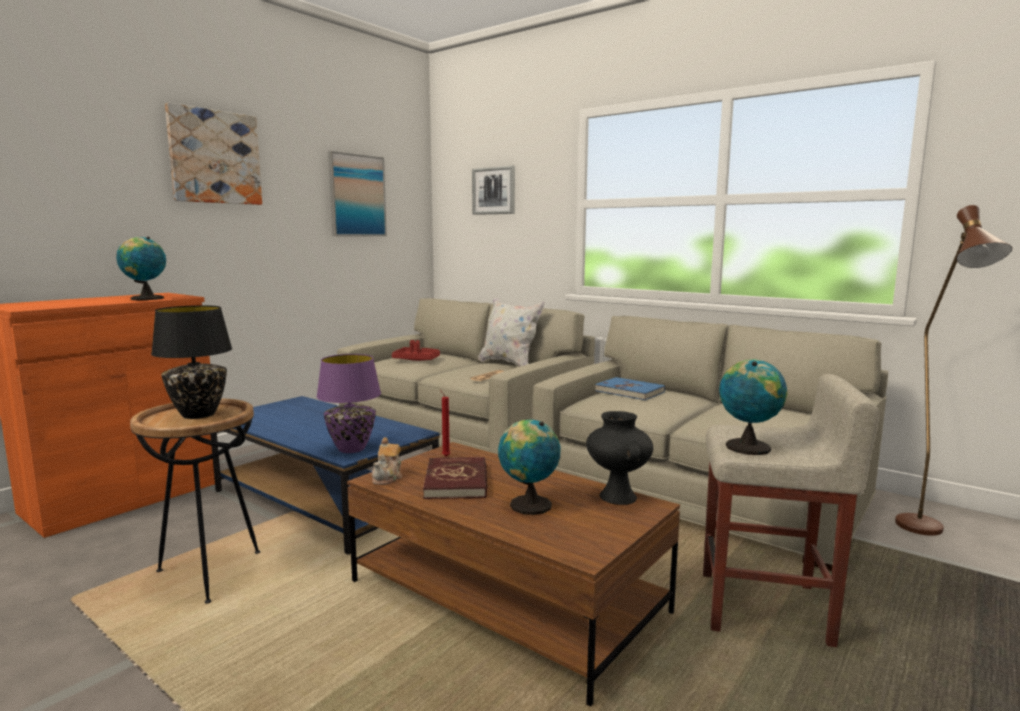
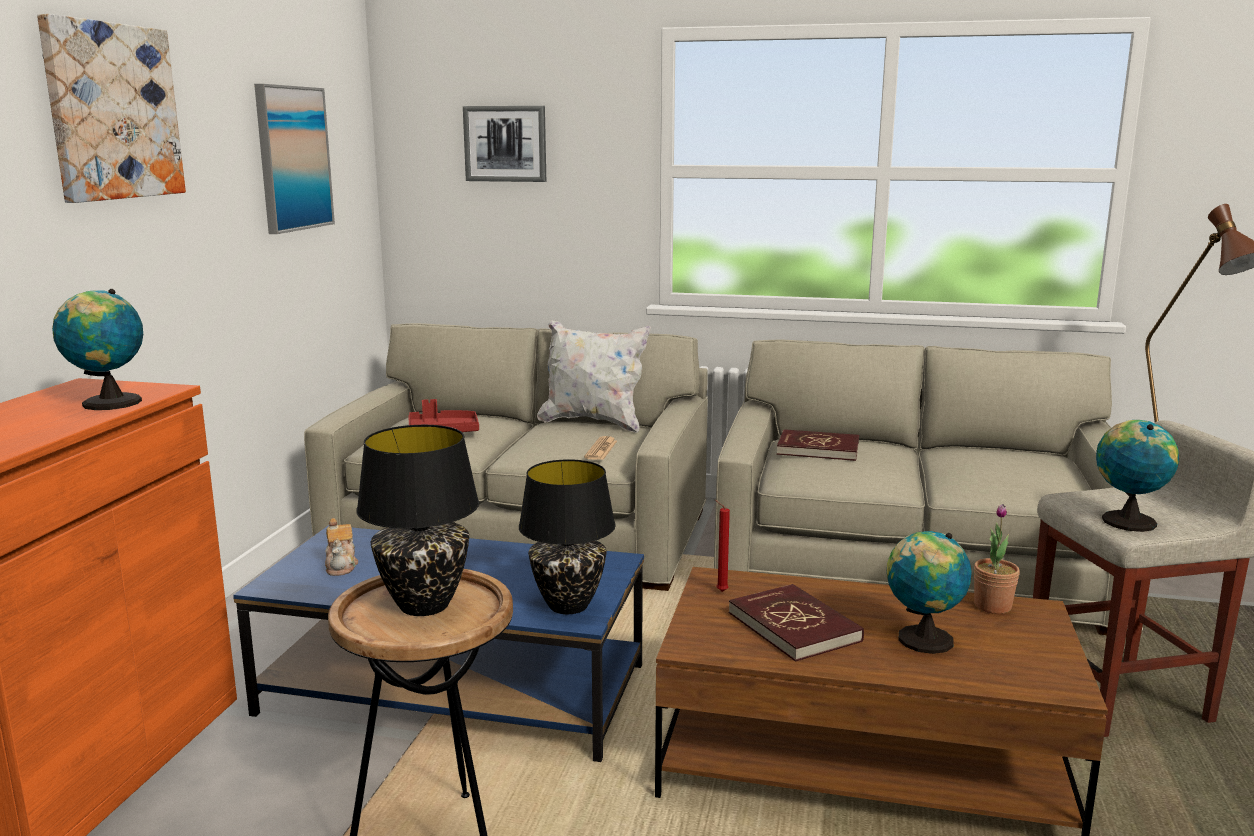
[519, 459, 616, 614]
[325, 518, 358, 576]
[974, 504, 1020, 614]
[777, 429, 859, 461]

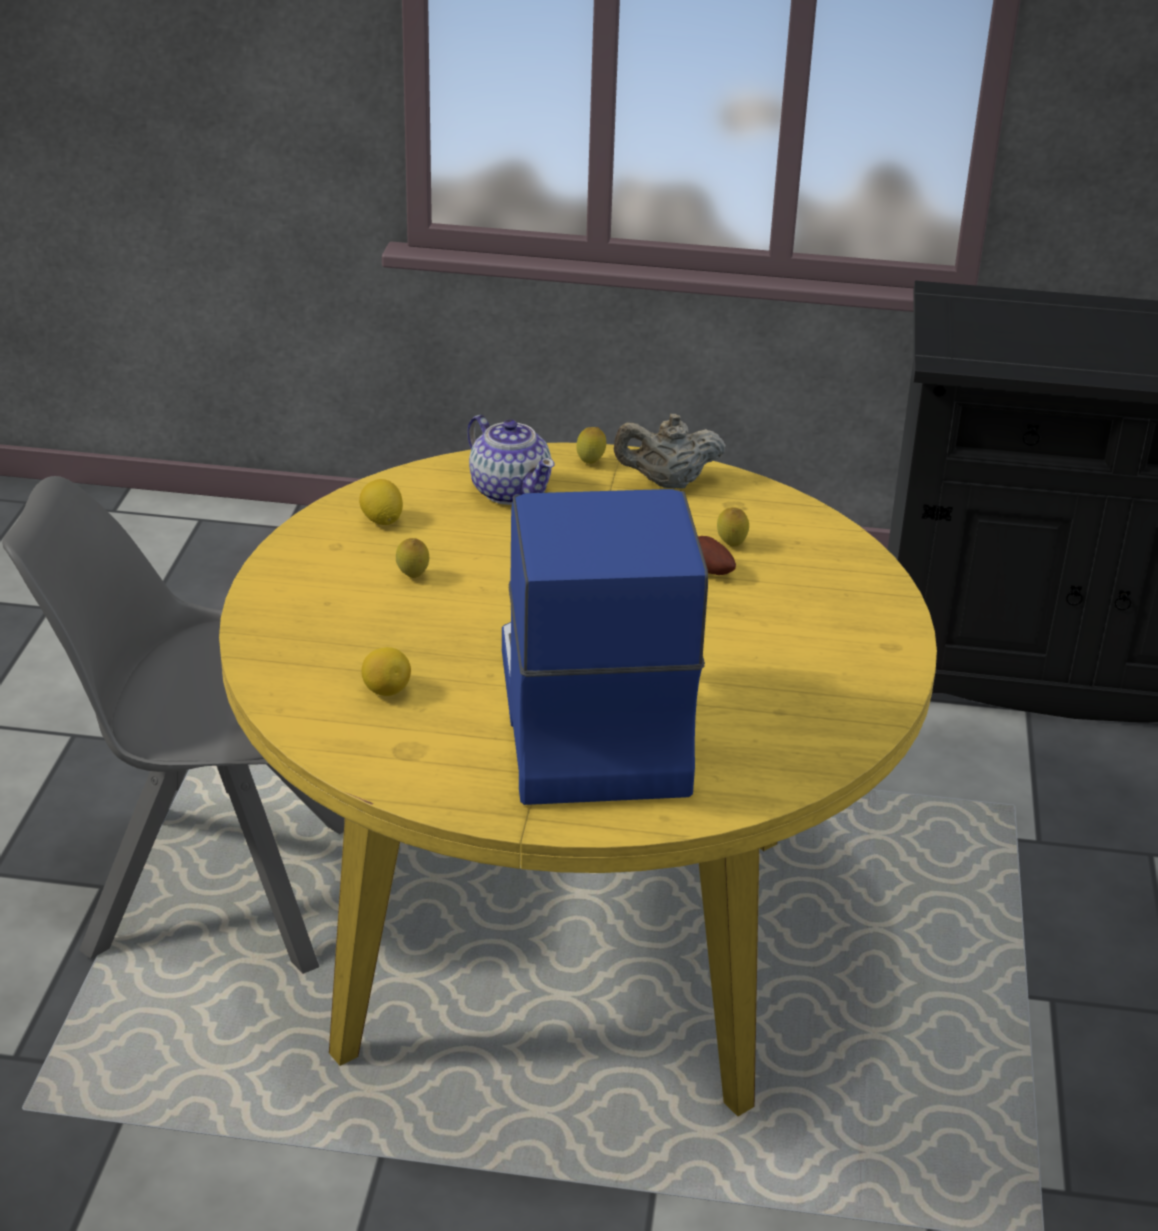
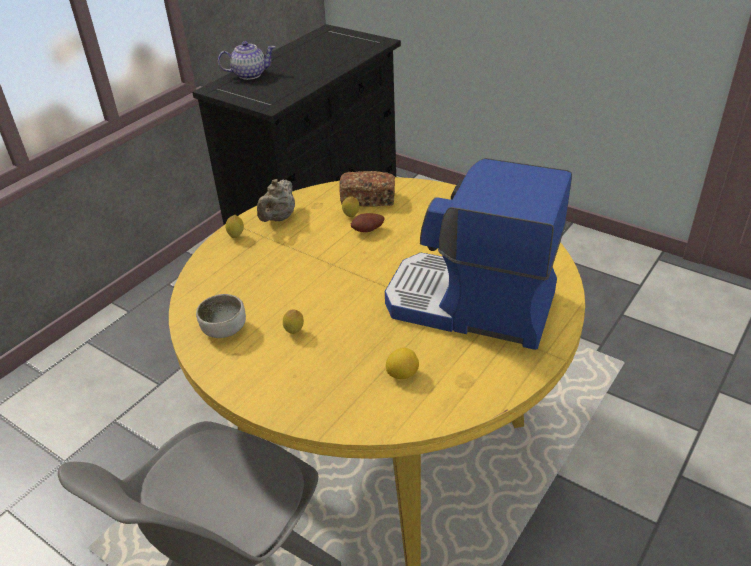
[196, 294, 246, 338]
[218, 41, 275, 80]
[339, 171, 395, 207]

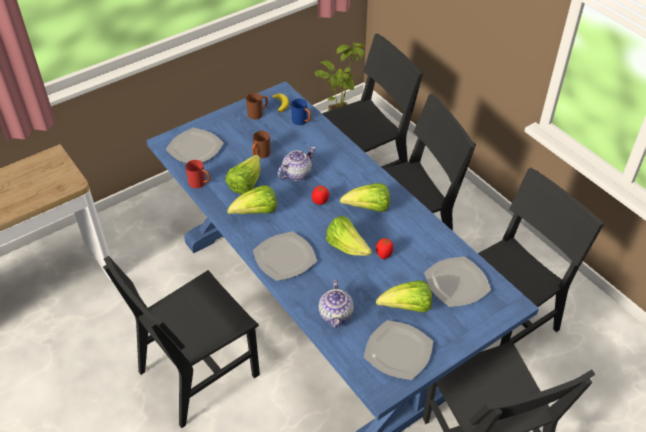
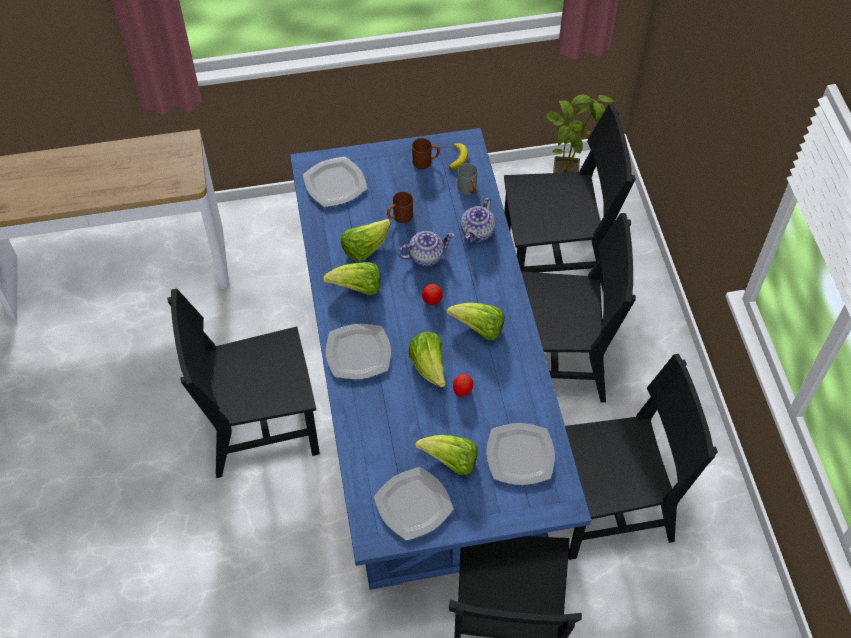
[185, 160, 210, 188] (first image)
[458, 163, 478, 195]
[461, 198, 495, 243]

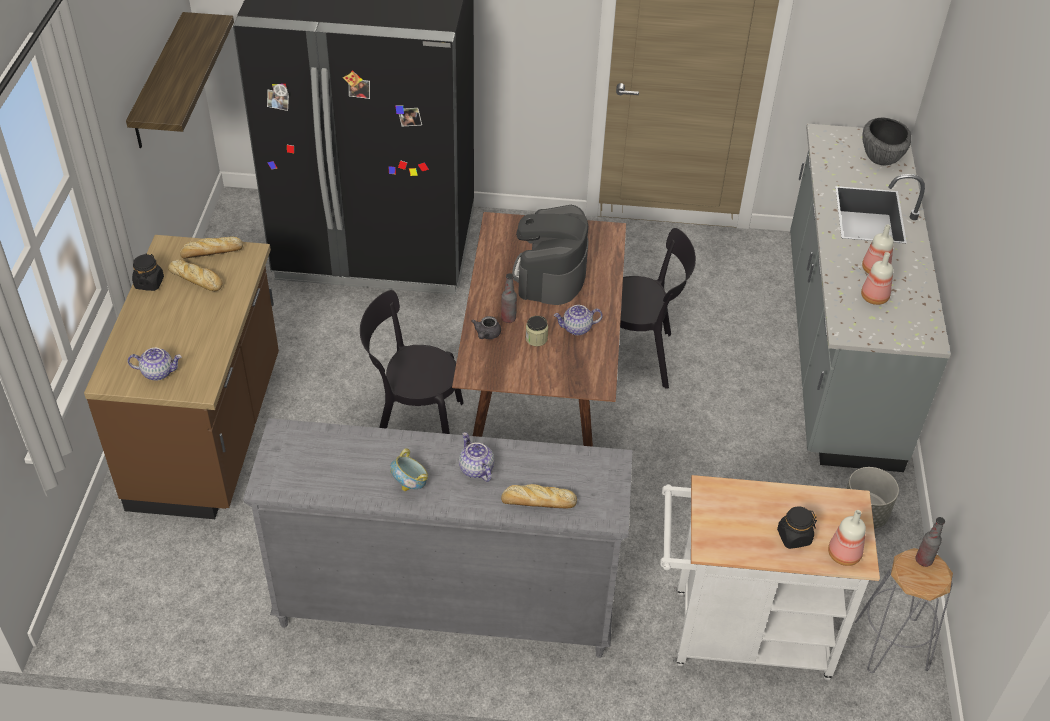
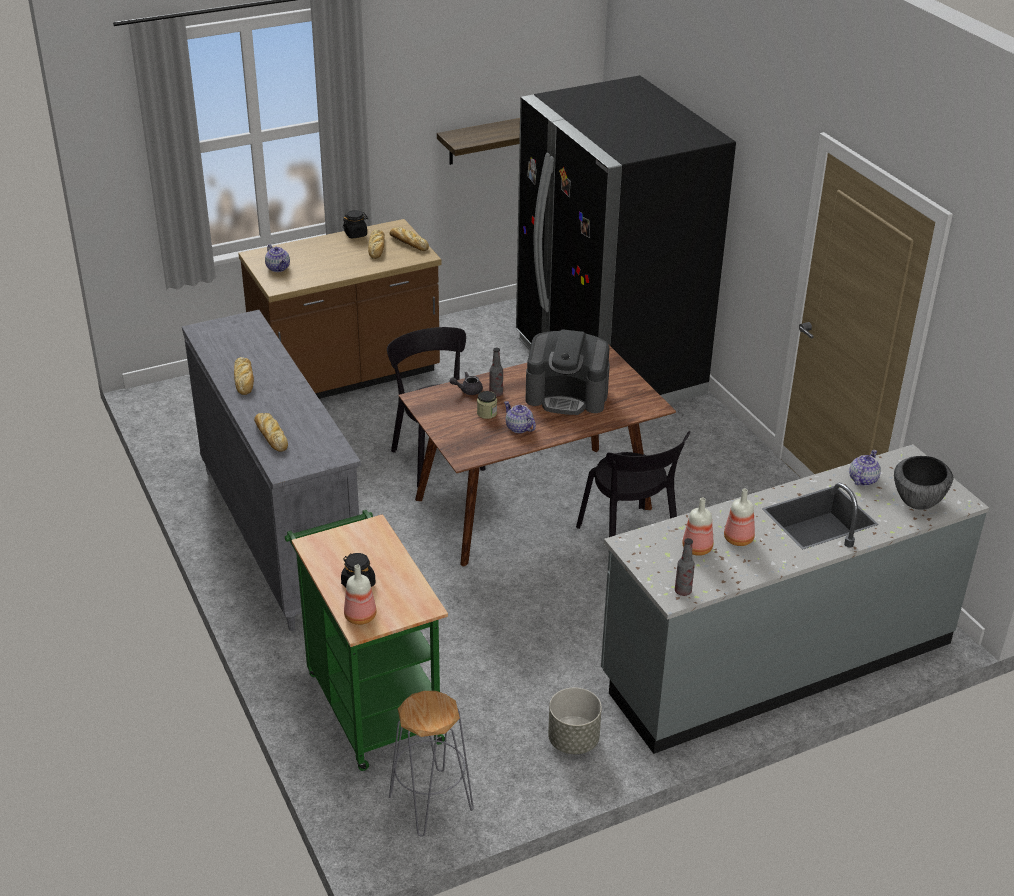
[234, 357, 254, 395]
[849, 450, 881, 486]
[526, 329, 610, 415]
[285, 510, 448, 771]
[675, 538, 695, 596]

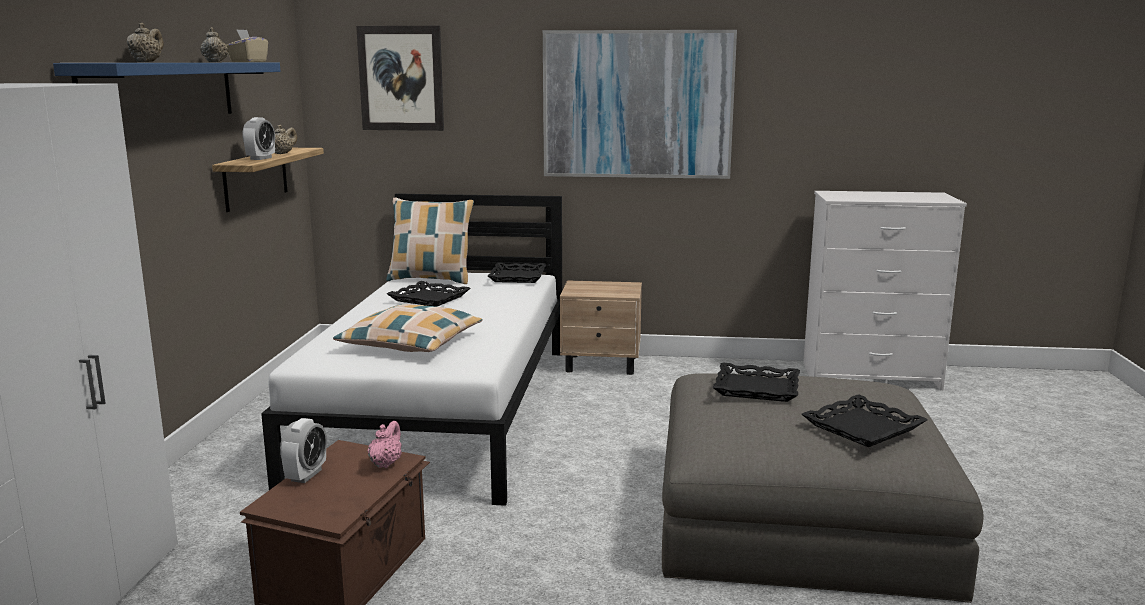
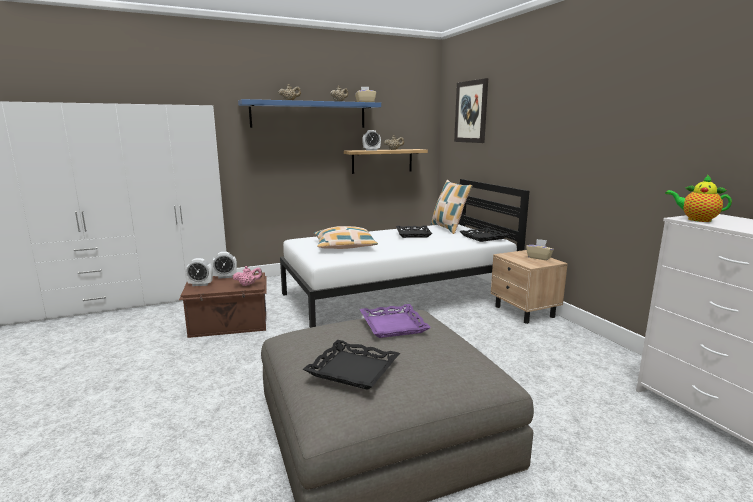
[543, 30, 737, 179] (first image)
[360, 304, 431, 338]
[185, 258, 213, 286]
[526, 239, 554, 260]
[665, 175, 732, 222]

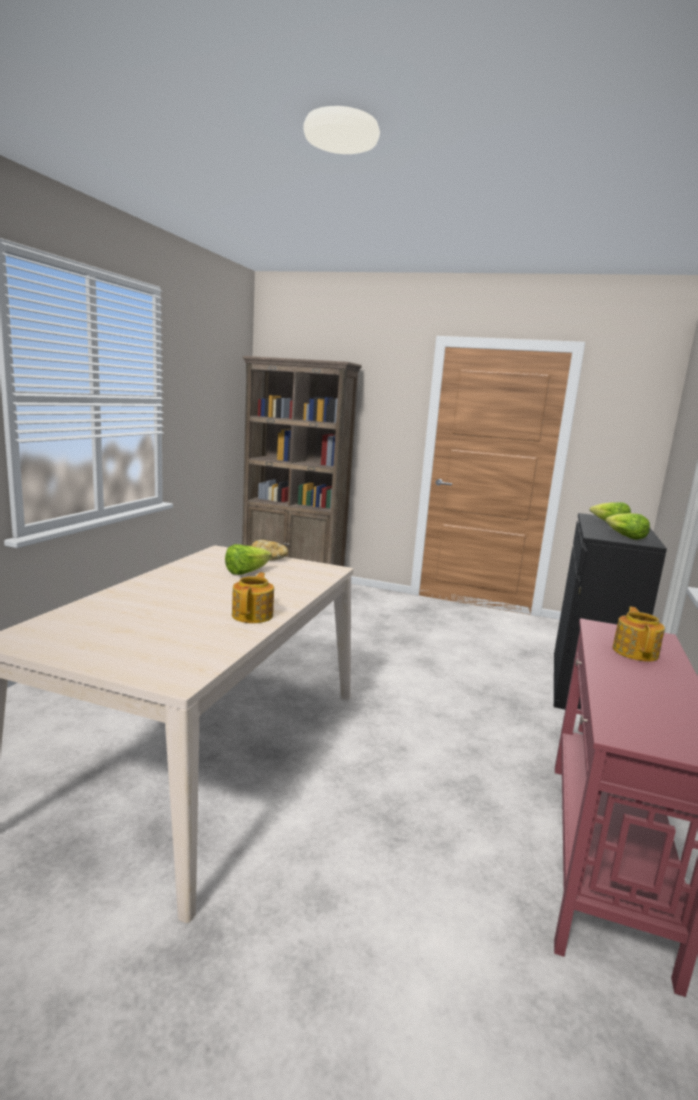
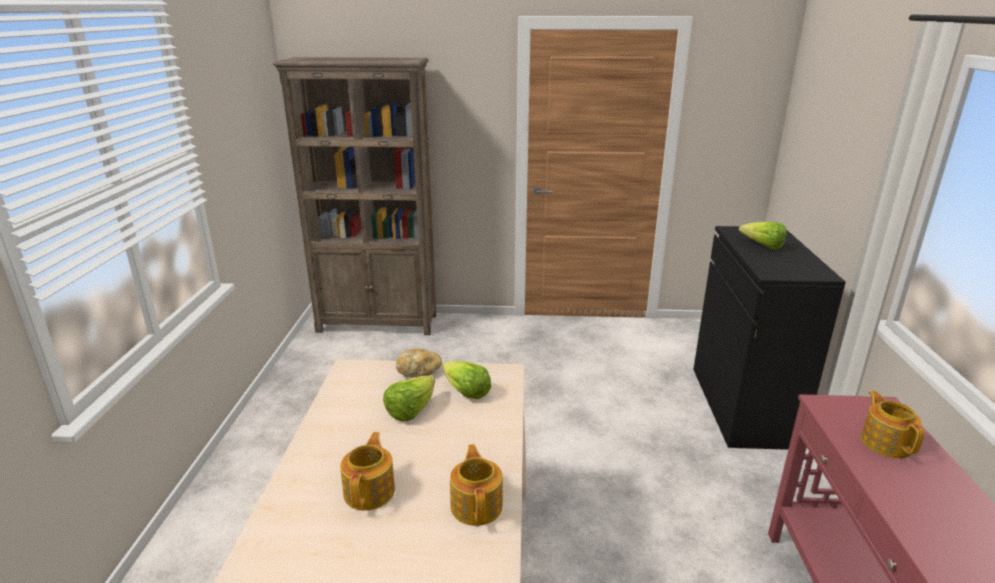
[443, 361, 491, 399]
[340, 432, 395, 510]

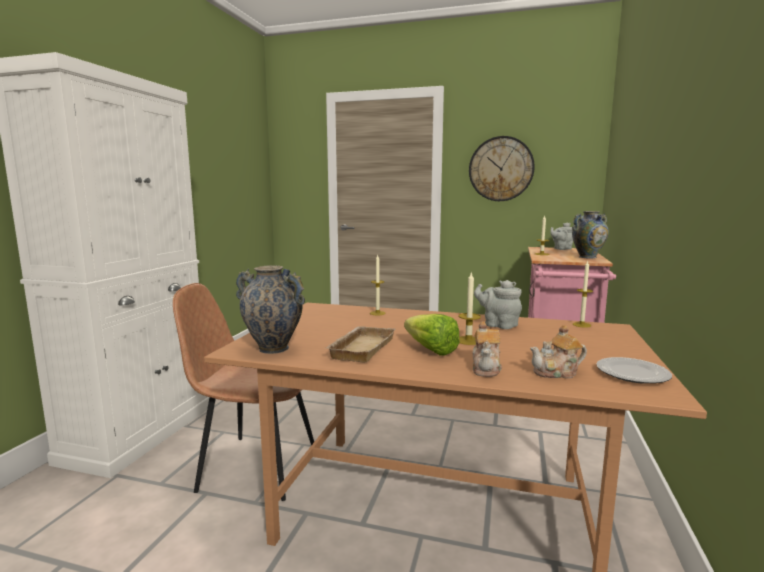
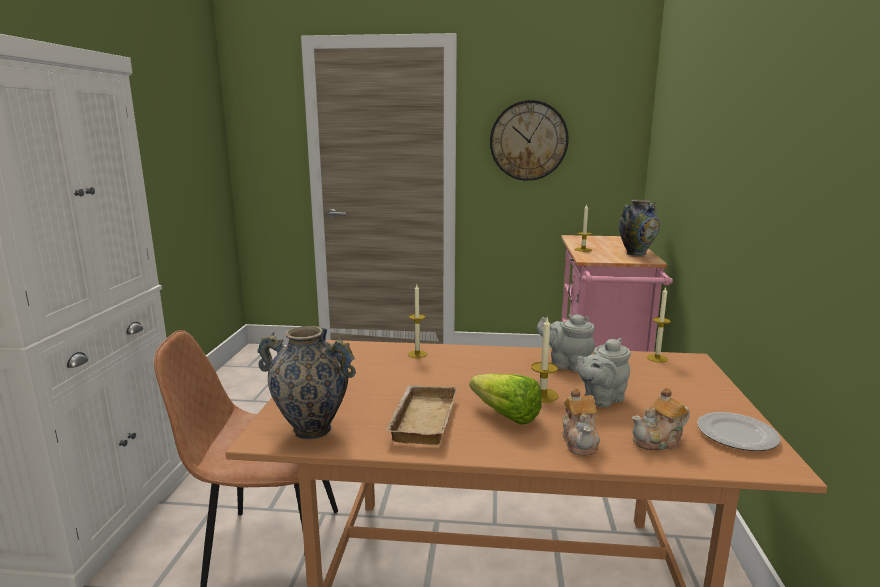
[577, 338, 631, 407]

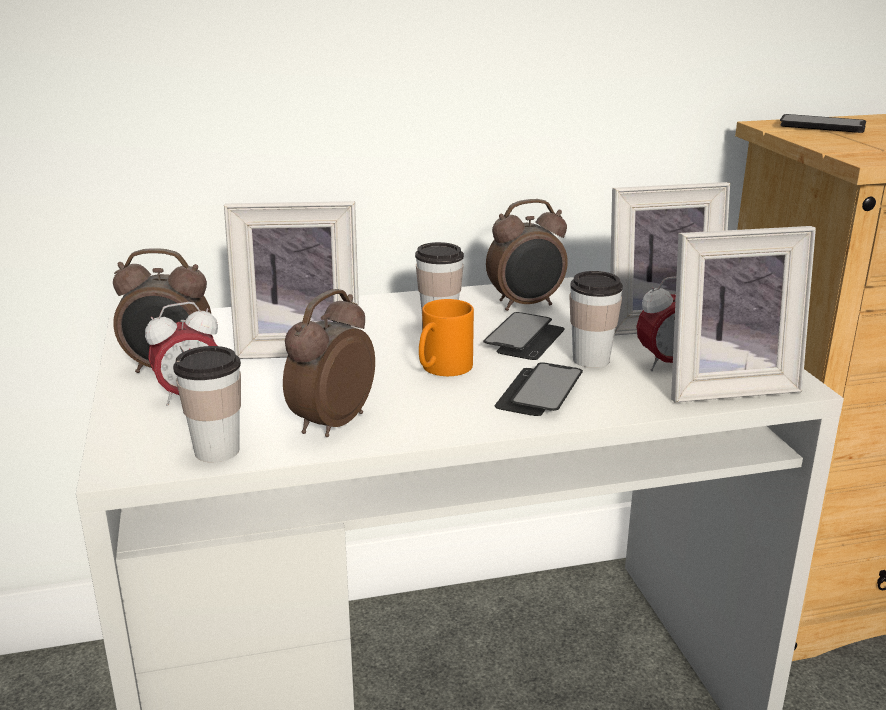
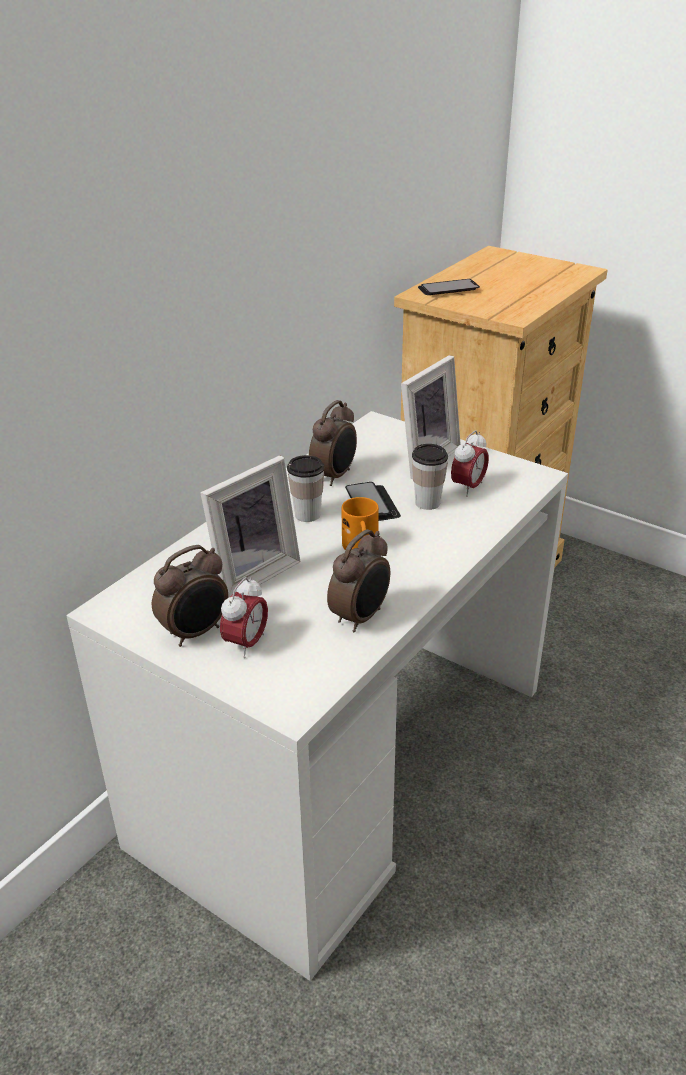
[173, 346, 241, 463] (first image)
[327, 529, 390, 633]
[494, 362, 583, 416] (first image)
[671, 226, 816, 402] (first image)

